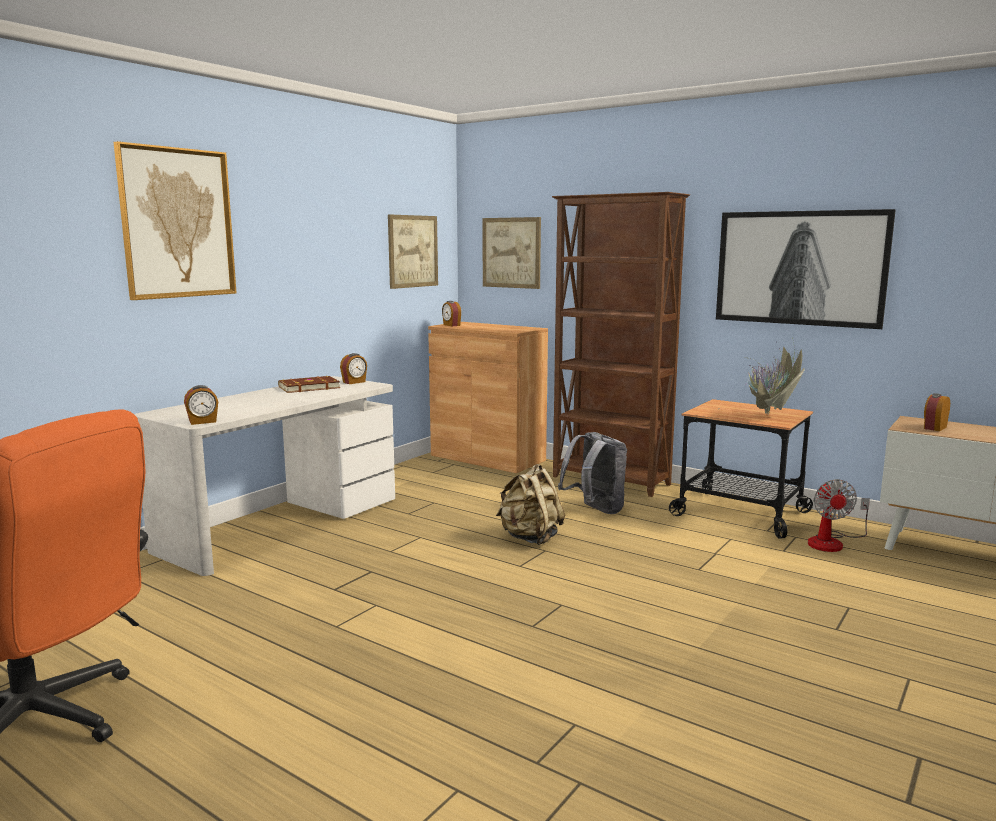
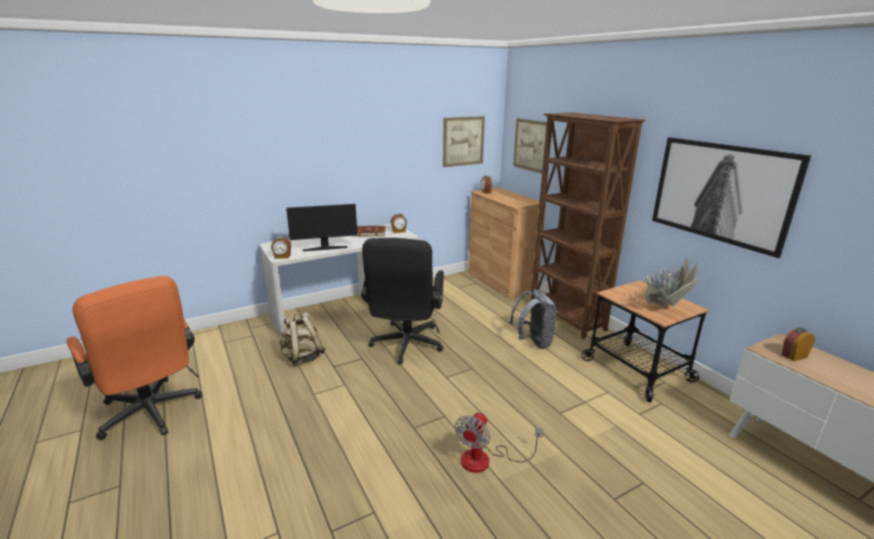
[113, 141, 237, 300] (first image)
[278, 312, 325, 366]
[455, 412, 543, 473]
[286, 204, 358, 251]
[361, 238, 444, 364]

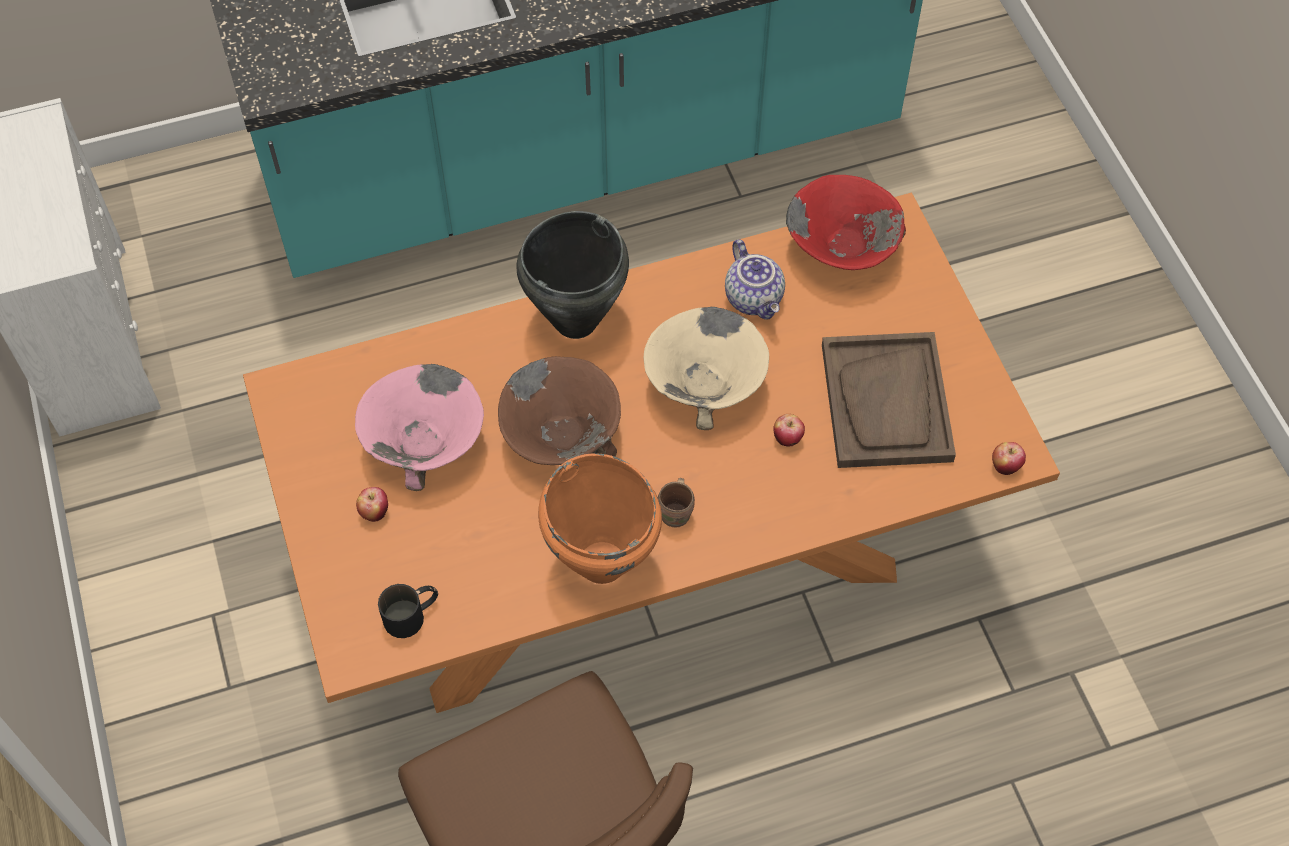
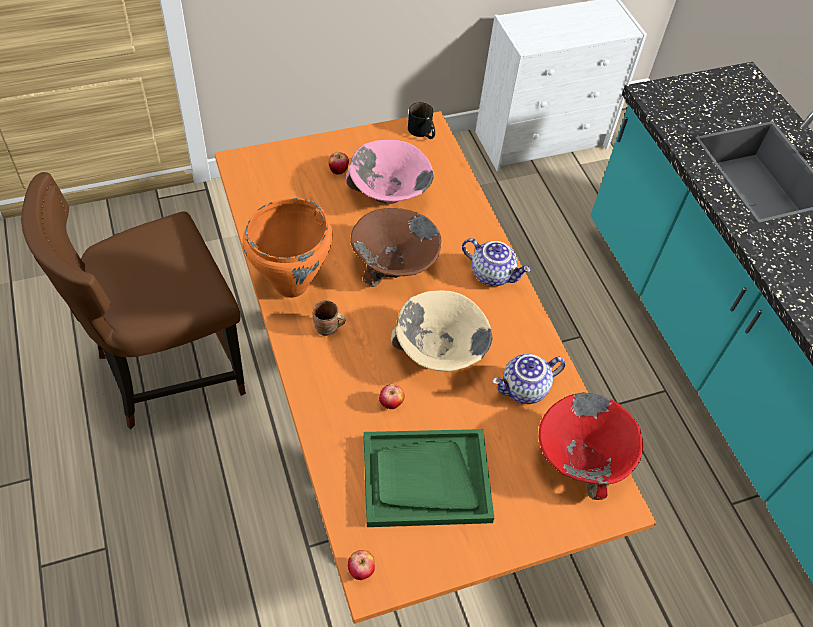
[408, 102, 435, 139]
[462, 238, 531, 286]
[364, 429, 494, 527]

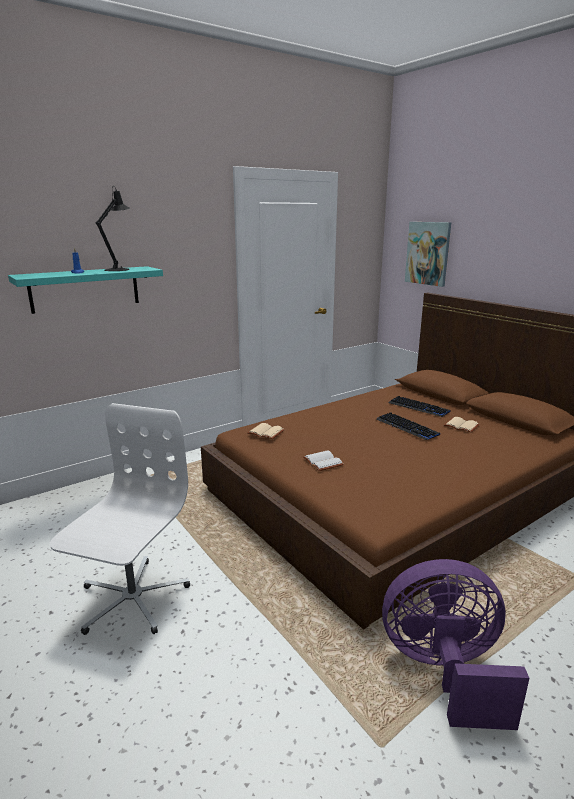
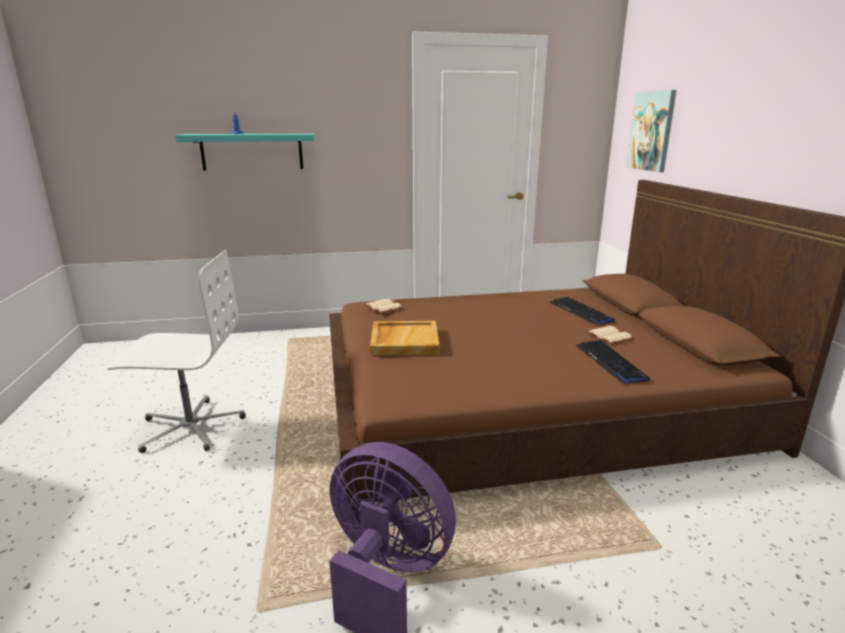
[107, 250, 246, 453]
[96, 186, 129, 271] (first image)
[370, 321, 440, 355]
[576, 340, 650, 383]

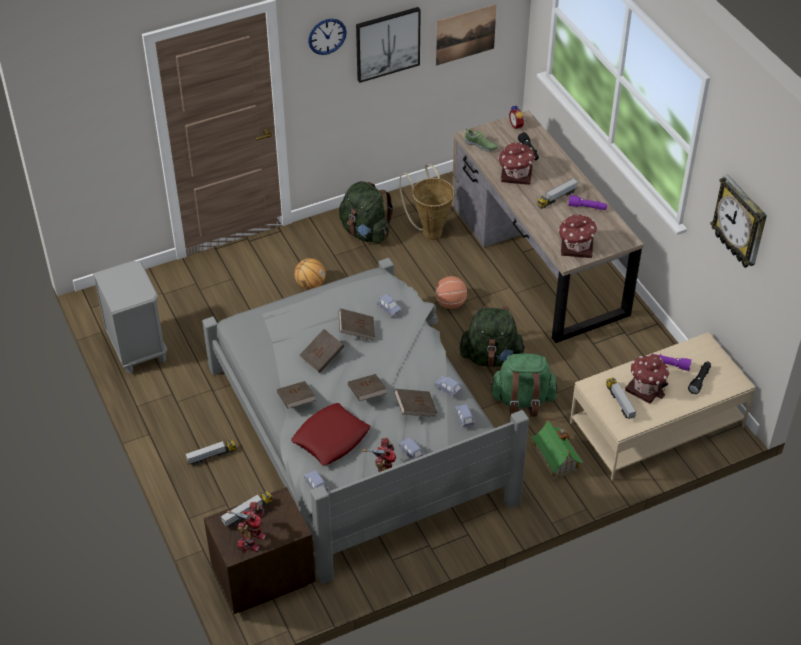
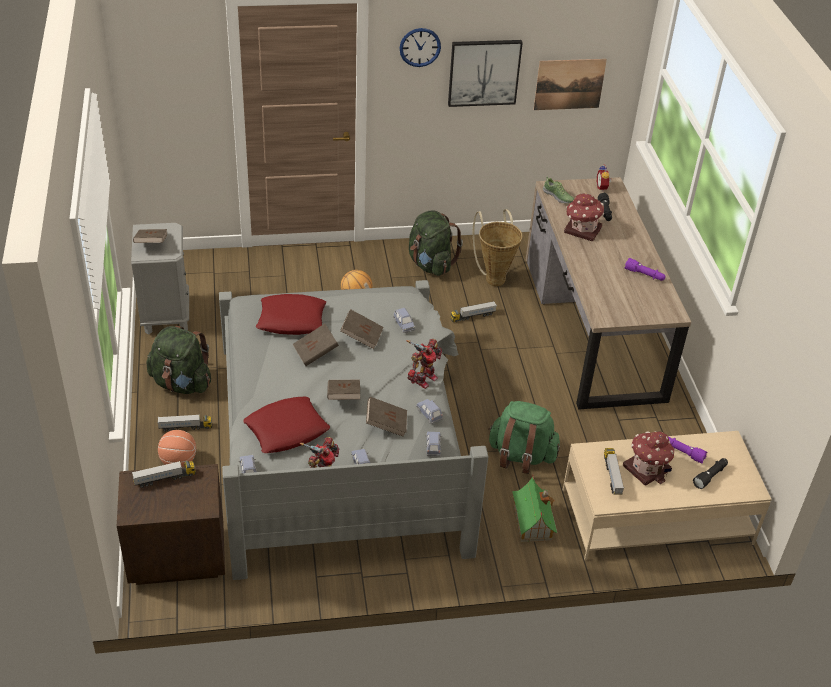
[407, 339, 442, 389]
[133, 229, 168, 243]
[158, 430, 196, 467]
[146, 326, 211, 394]
[450, 301, 497, 322]
[558, 214, 598, 258] (first image)
[710, 174, 767, 268] (first image)
[256, 294, 326, 335]

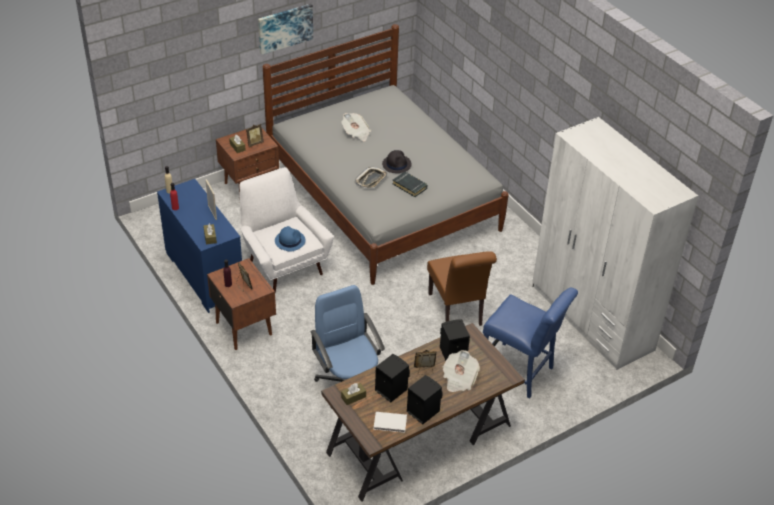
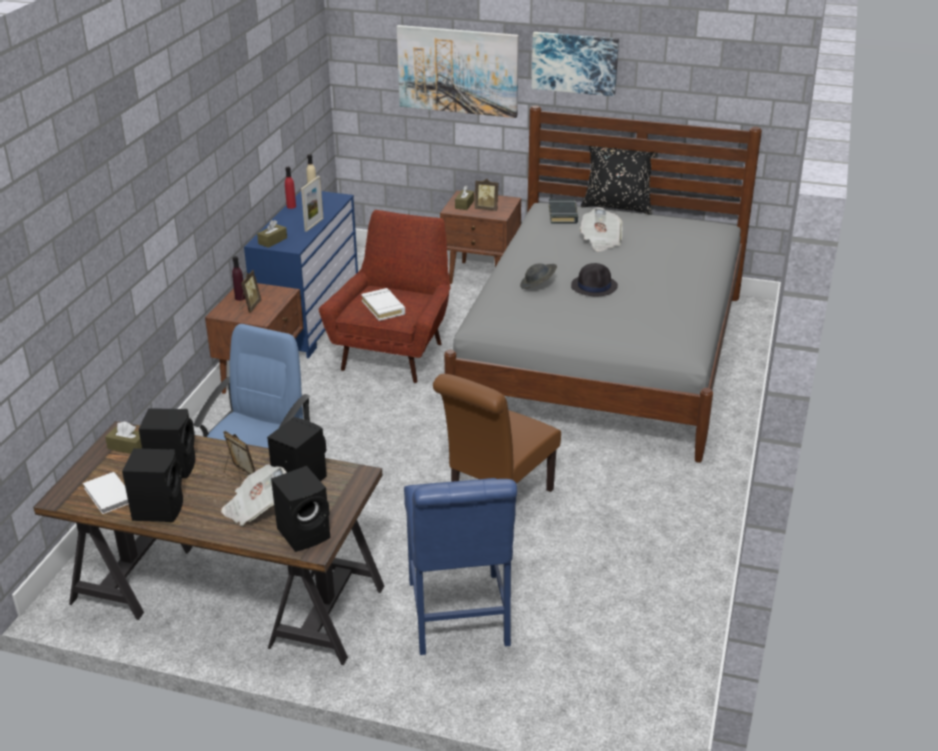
[319, 210, 451, 383]
[361, 288, 405, 321]
[520, 264, 557, 289]
[549, 199, 578, 224]
[532, 117, 699, 370] (first image)
[271, 466, 330, 552]
[397, 25, 519, 118]
[581, 146, 657, 215]

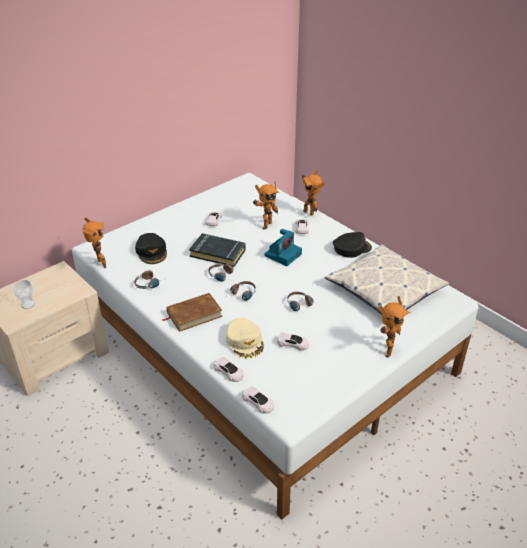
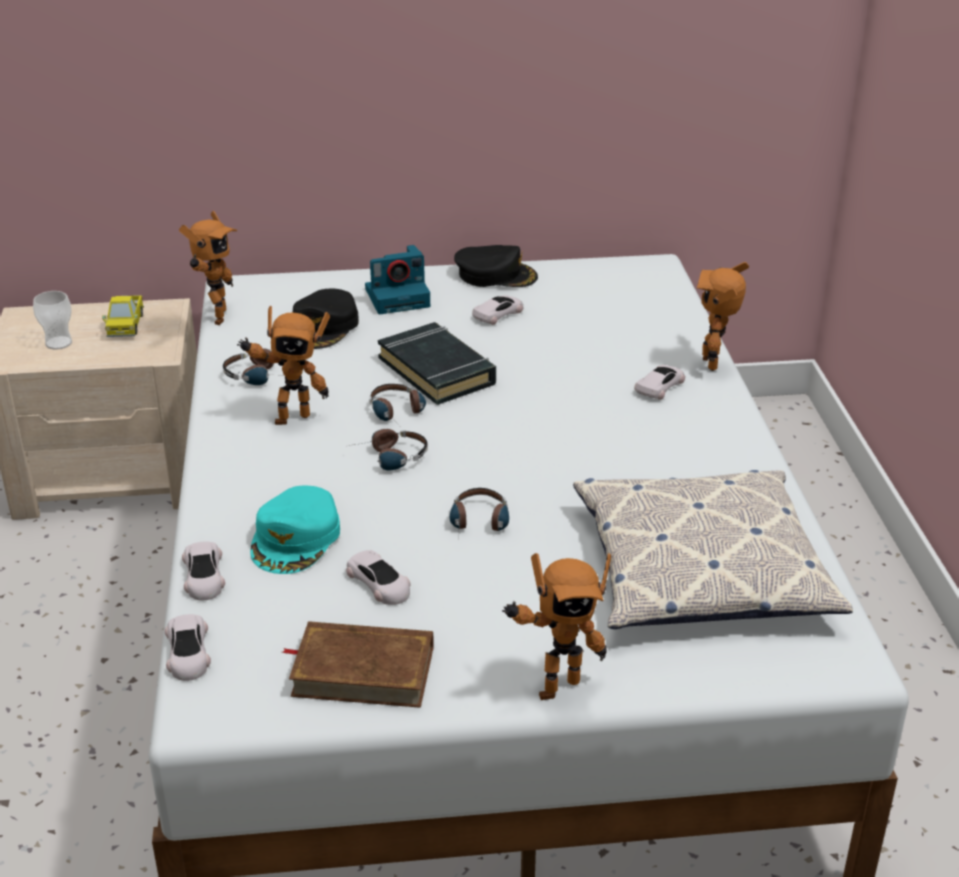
[282, 621, 434, 708]
[250, 486, 340, 574]
[237, 306, 330, 425]
[365, 245, 430, 314]
[454, 245, 538, 287]
[102, 295, 144, 337]

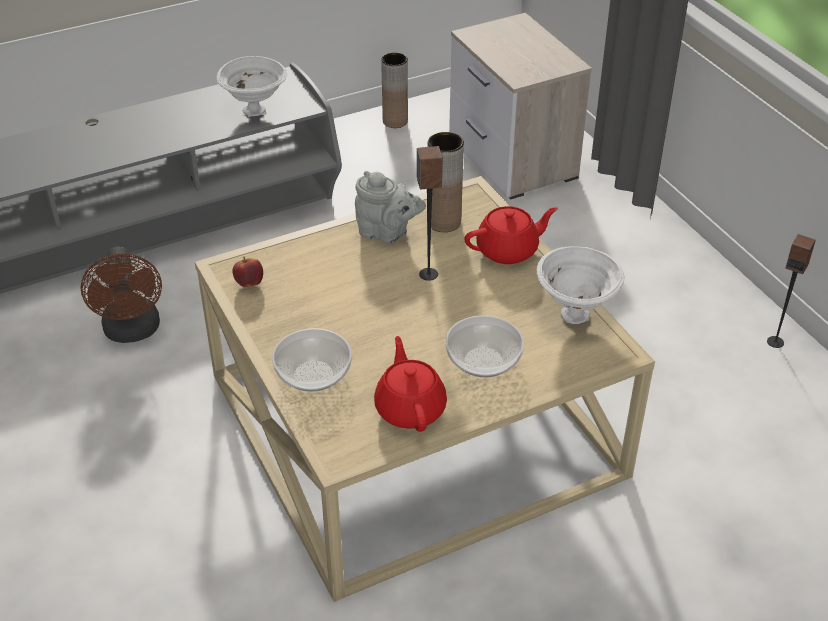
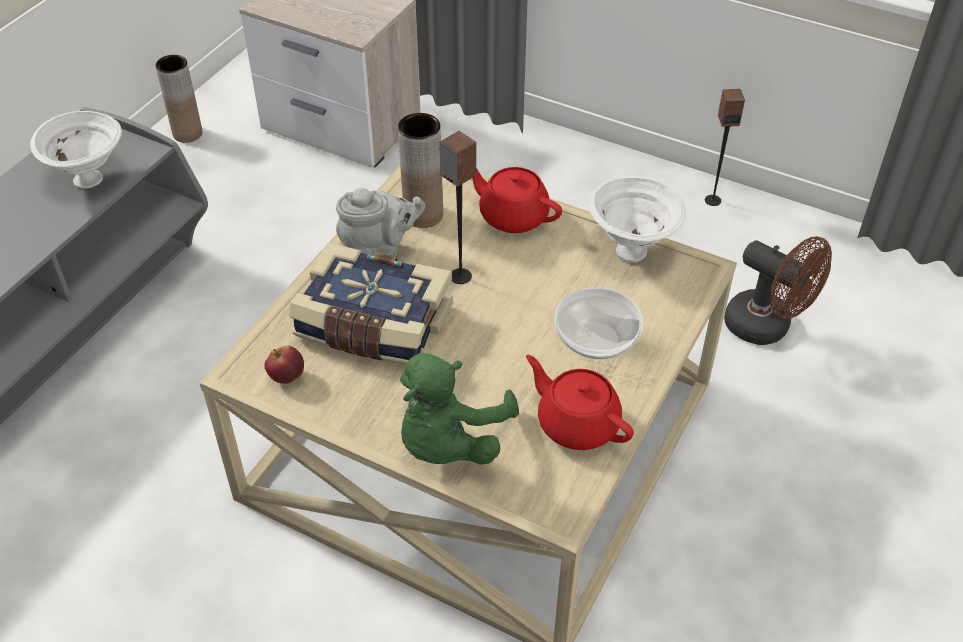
[724, 236, 832, 345]
[400, 353, 519, 465]
[473, 167, 562, 233]
[289, 243, 453, 365]

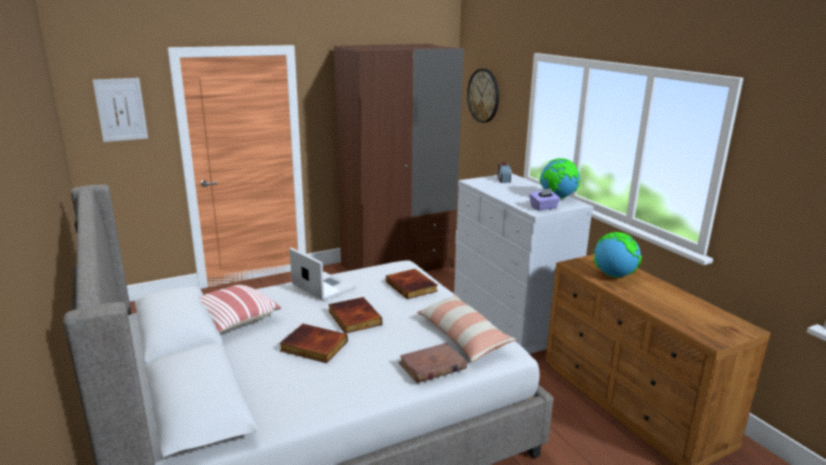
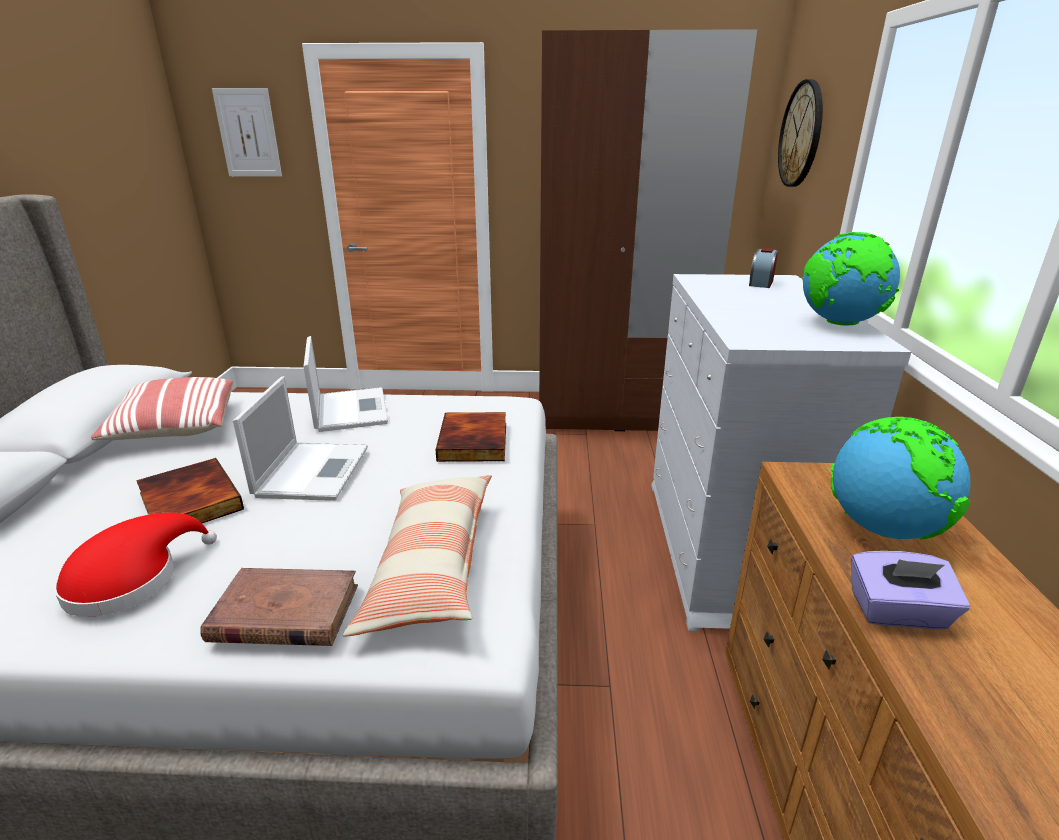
[233, 376, 368, 501]
[851, 551, 970, 629]
[54, 513, 217, 617]

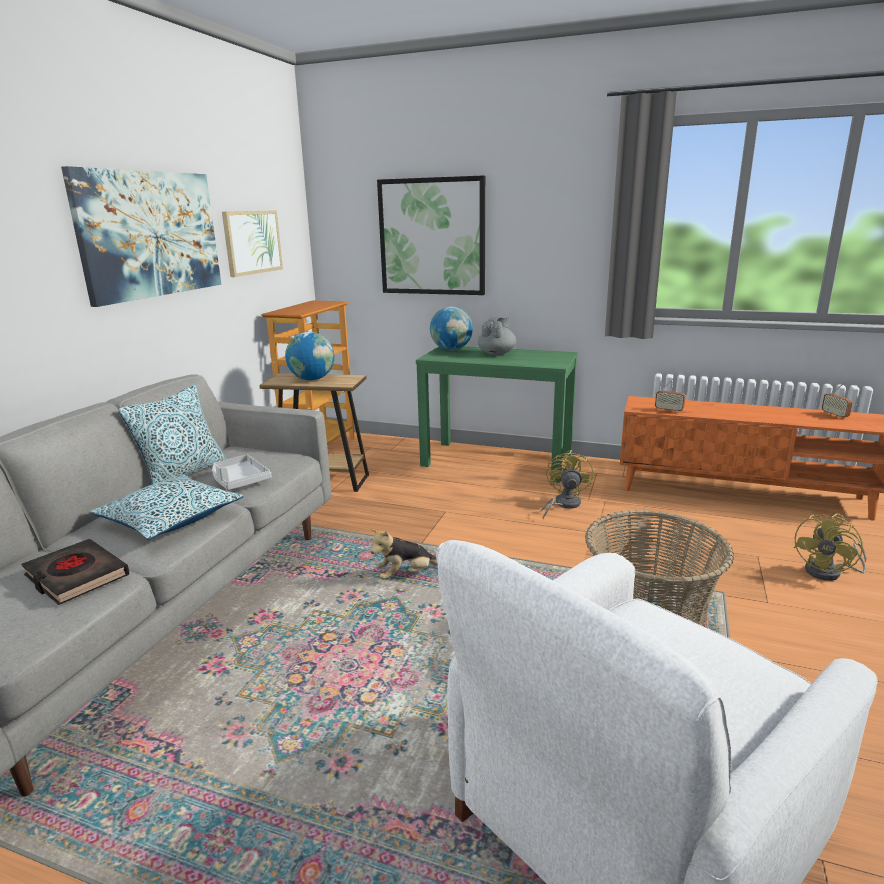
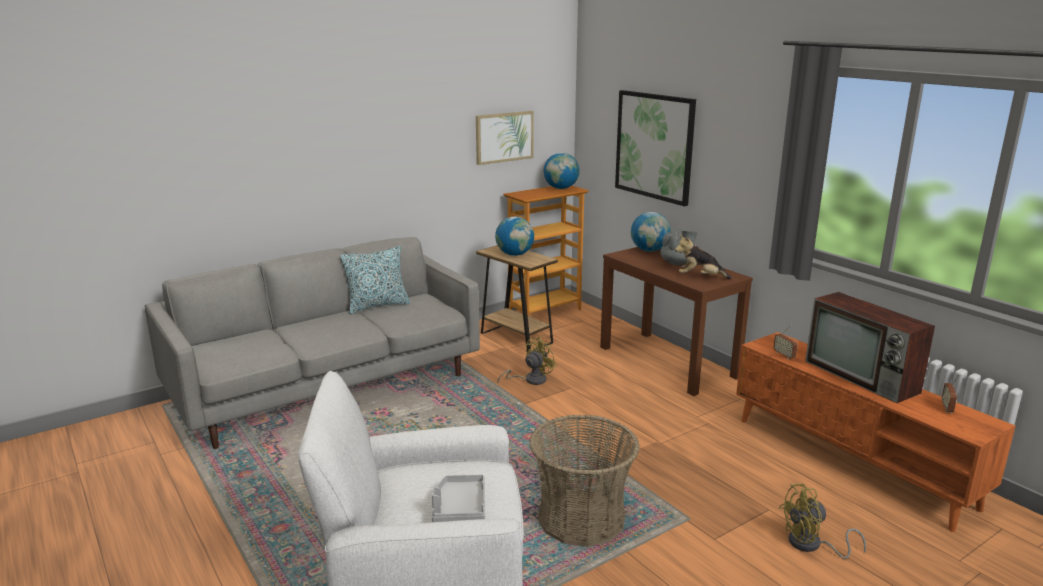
[21, 539, 130, 605] (first image)
[61, 166, 222, 307] (first image)
[90, 474, 243, 540] (first image)
[432, 475, 485, 522]
[675, 235, 732, 279]
[600, 247, 753, 396]
[497, 336, 557, 385]
[544, 153, 580, 189]
[805, 292, 935, 403]

